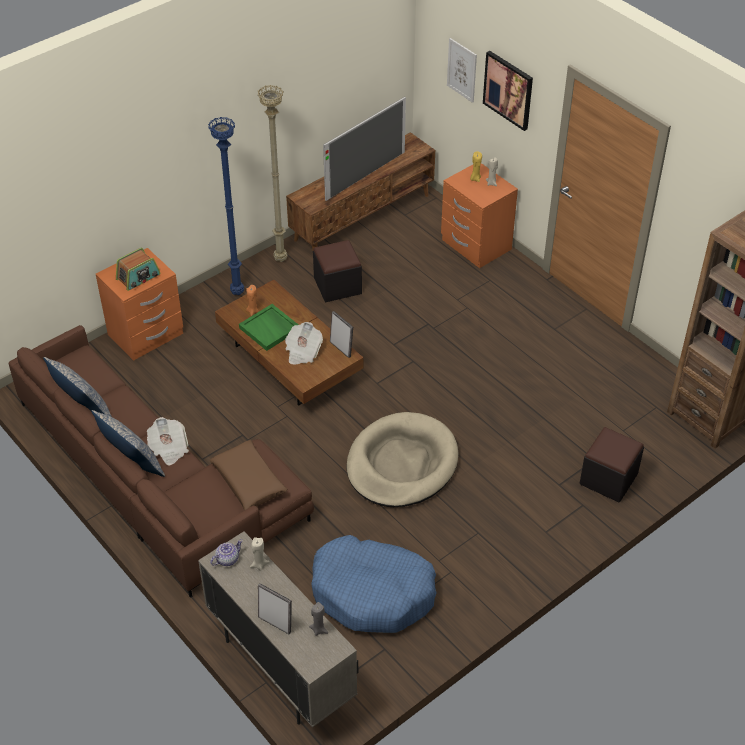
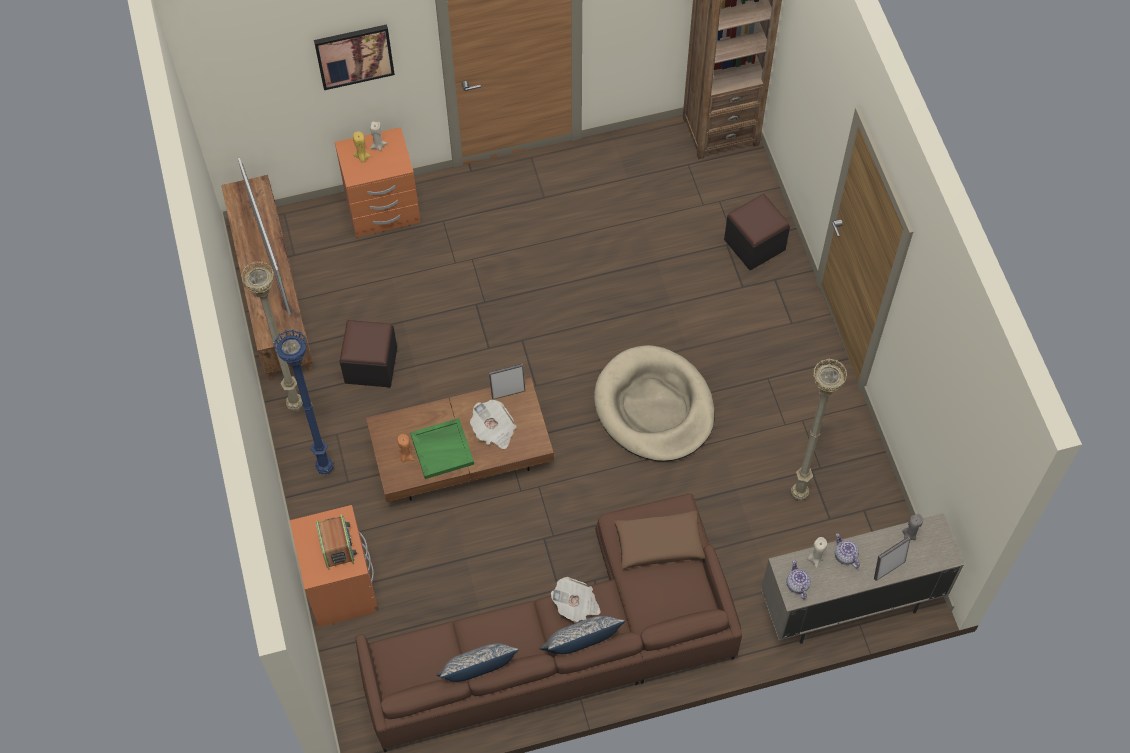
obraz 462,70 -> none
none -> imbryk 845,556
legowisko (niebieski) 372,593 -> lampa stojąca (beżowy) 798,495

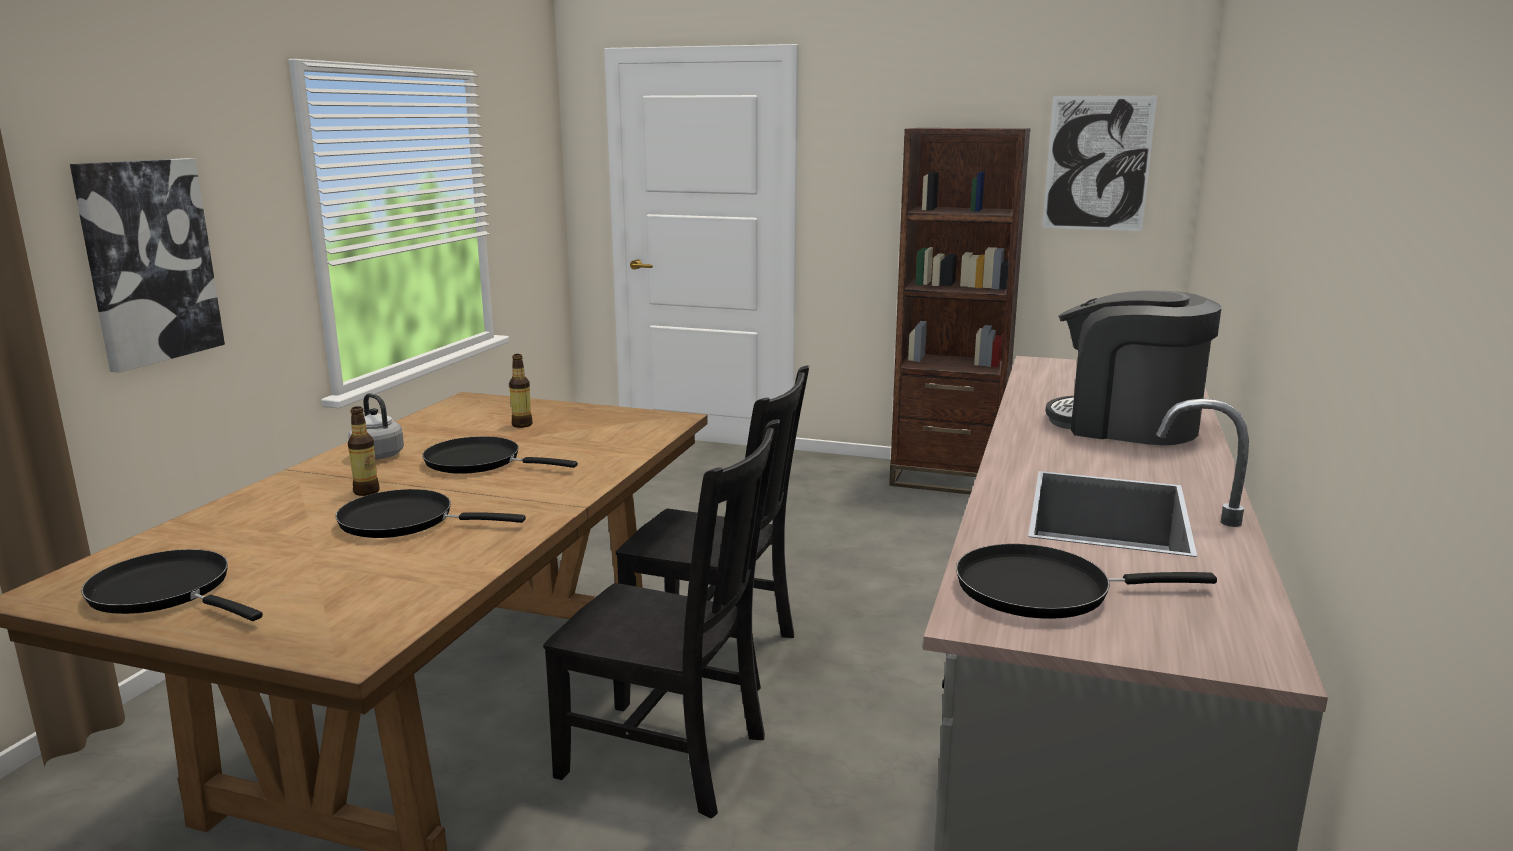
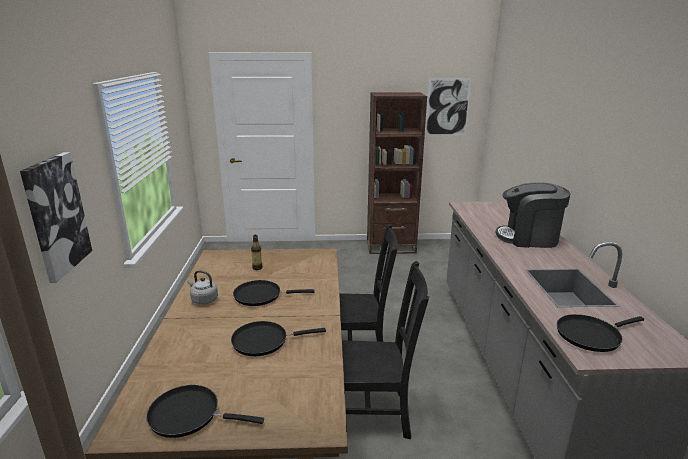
butelka 366,492 -> none

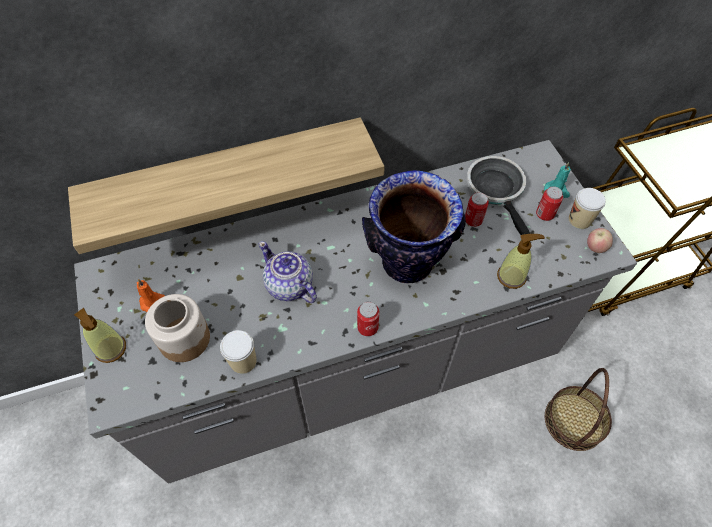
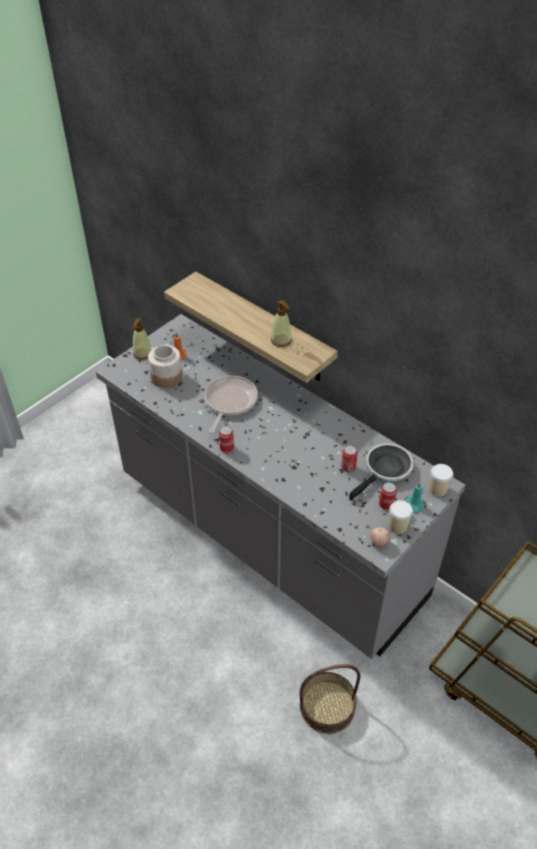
wazon 407,264 -> none
filiżanka 243,361 -> filiżanka 437,489, moved
dozownik mydła 511,276 -> dozownik mydła 281,340, moved
imbryk 289,286 -> patelnia 229,402

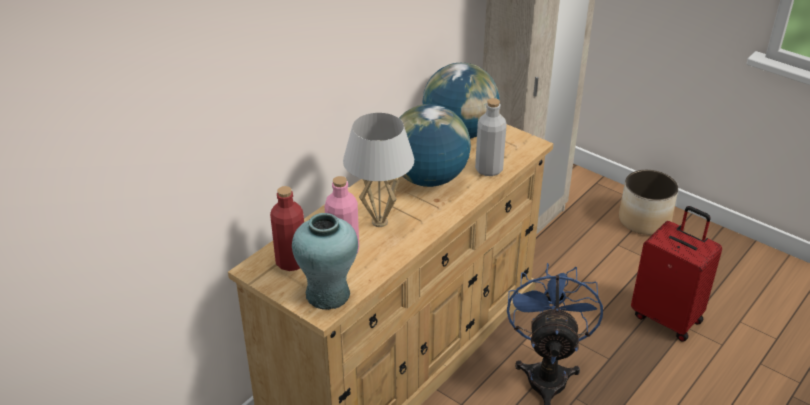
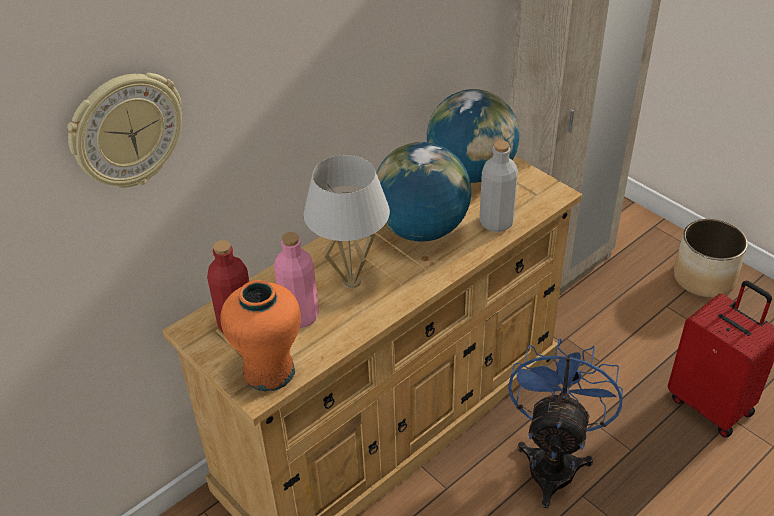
none -> zegar ścienny 126,131
wazon (turkusowy) 327,294 -> wazon (pomarańczowy) 269,370

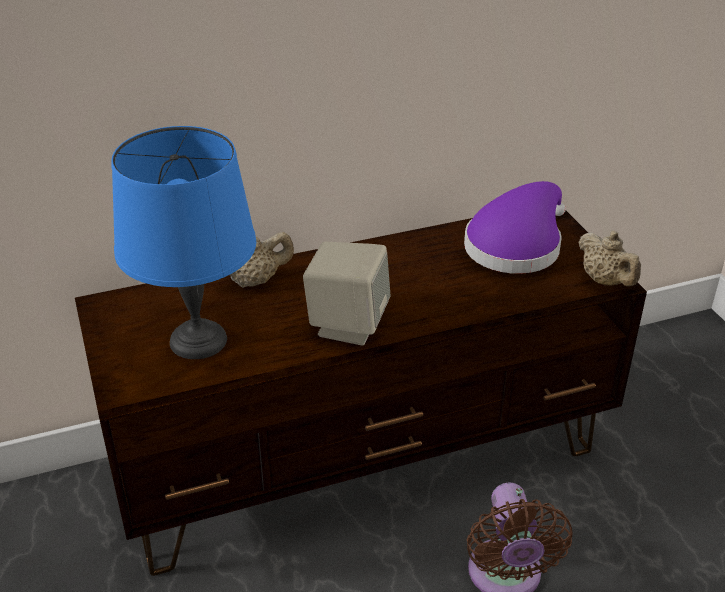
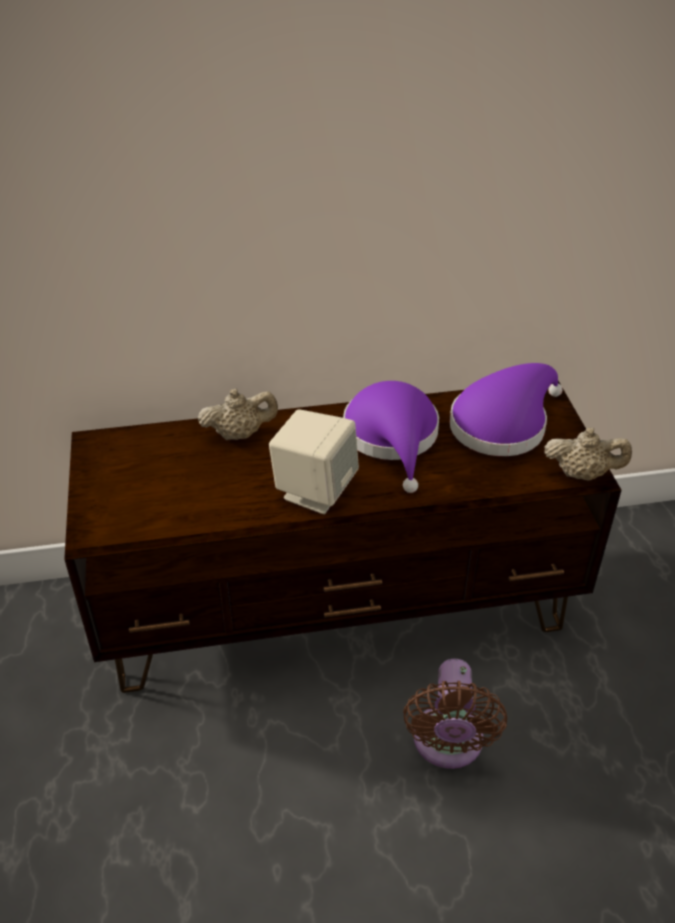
lampa stołowa (niebieski) 198,341 -> none
none -> kapelusz (fioletowy) 393,438
imbryk (beżowy) 605,281 -> imbryk (beżowy) 582,474, 60 degrees counterclockwise

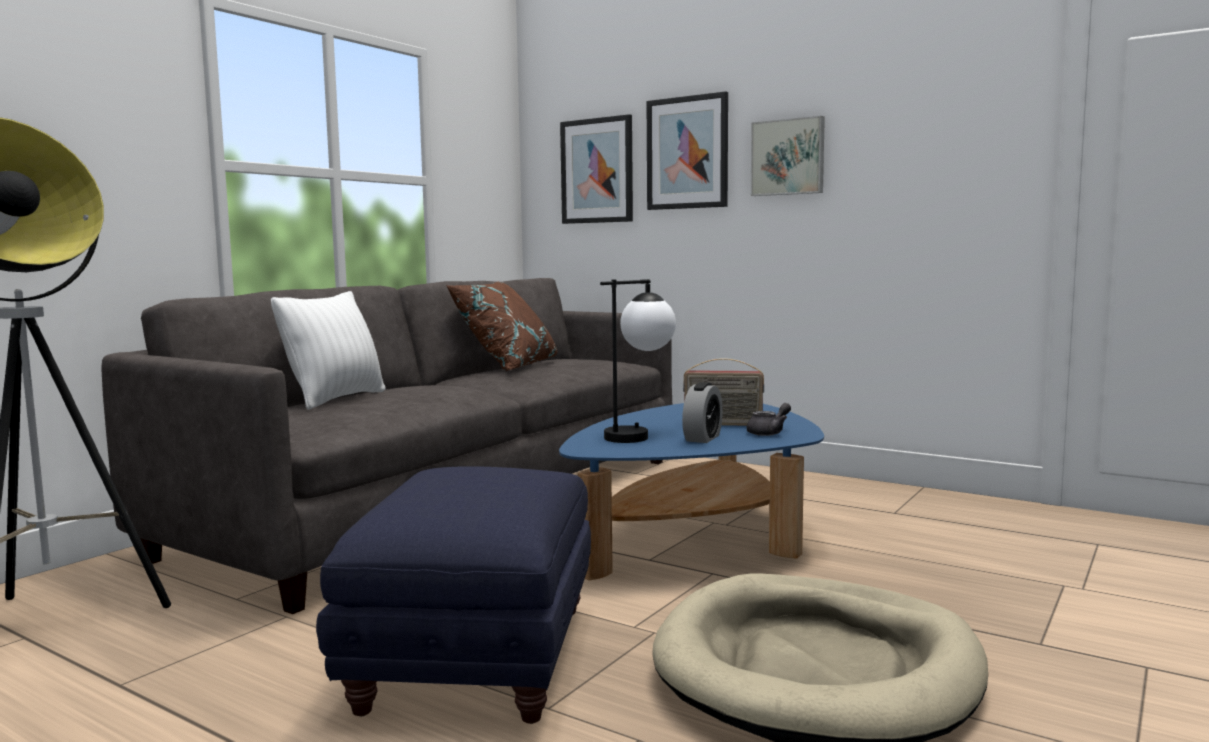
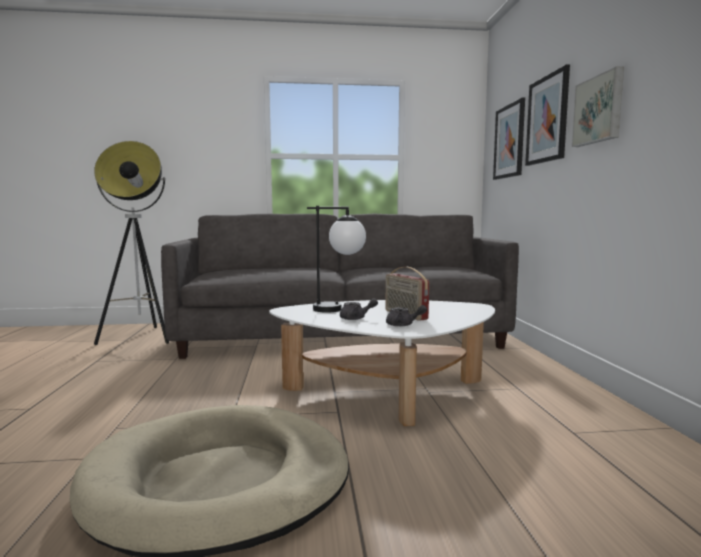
poduszka (biały) 335,399 -> none
pufa (niebieski) 477,656 -> none
poduszka (brązowy) 507,367 -> none
budzik 702,438 -> imbryk (szary) 356,318
ława (niebieski) 697,539 -> ława (biały) 388,392

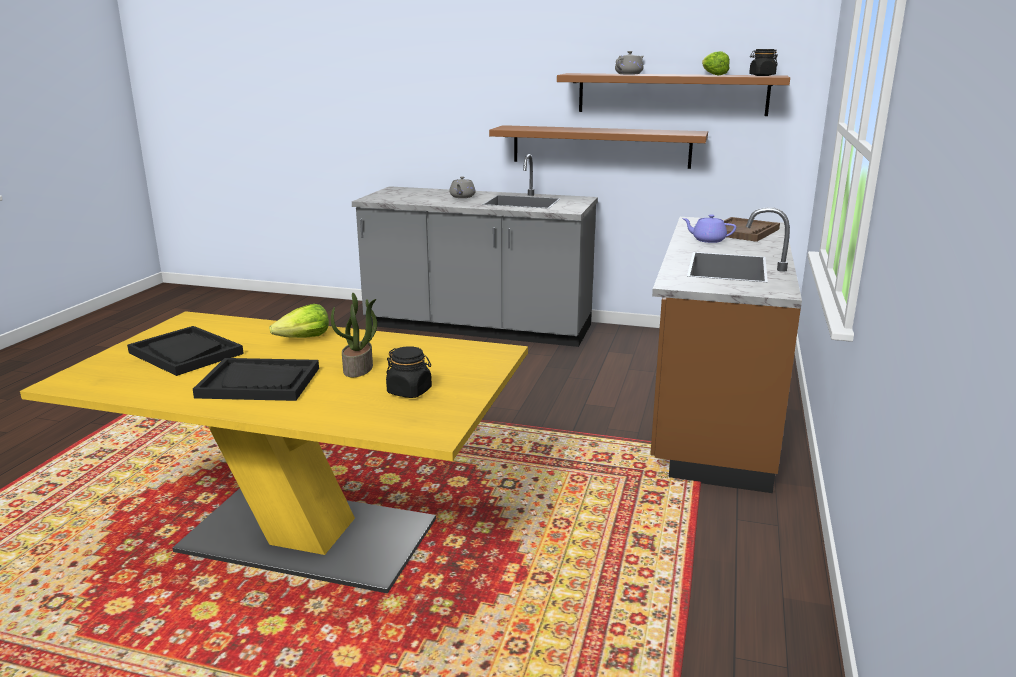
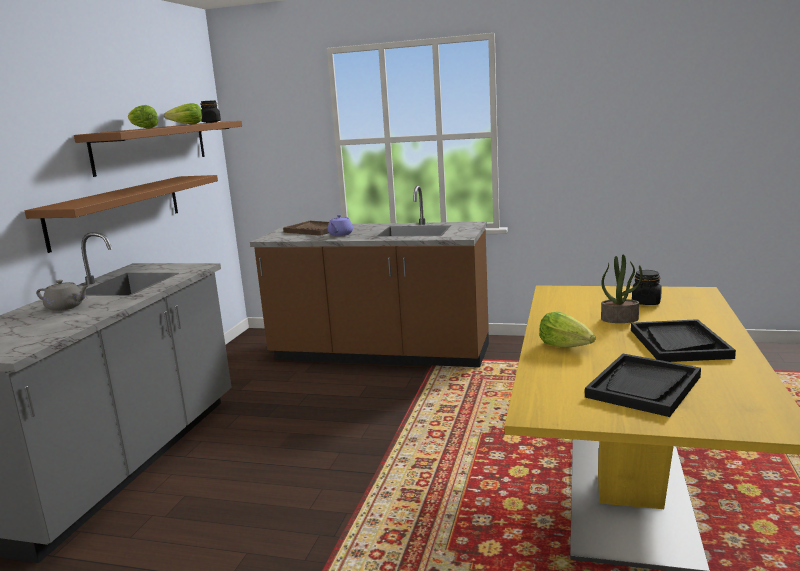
imbryk (szary) 629,74 -> sałata 142,128

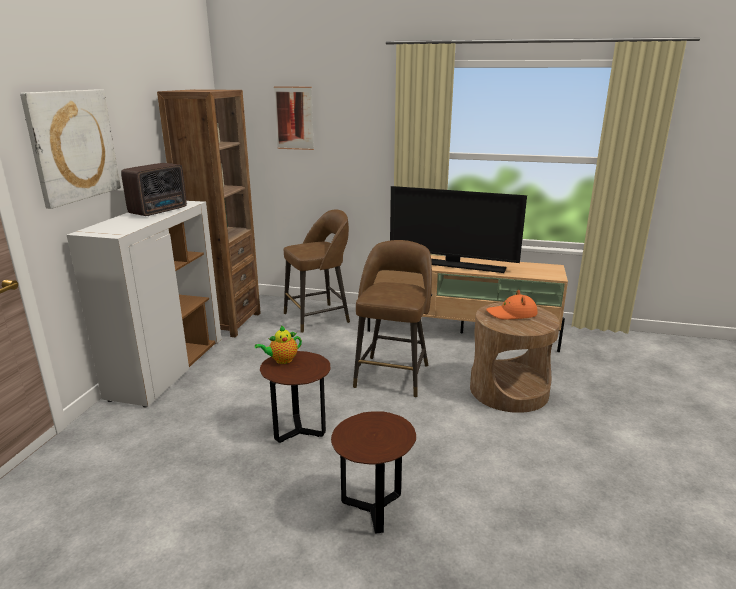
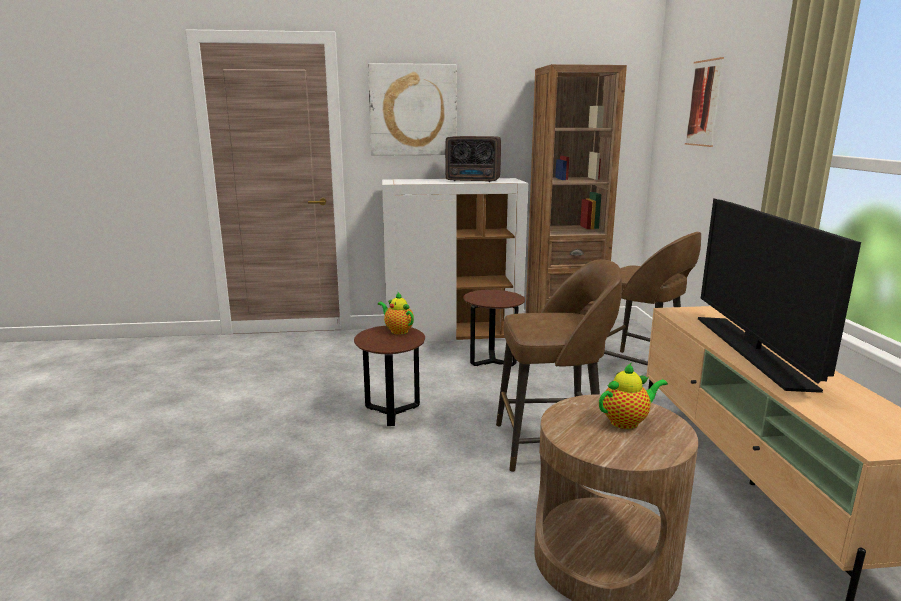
stolik (brązowy) 373,509 -> stolik (brązowy) 492,361, moved
kapelusz (pomarańczowy) 512,313 -> imbryk 627,422

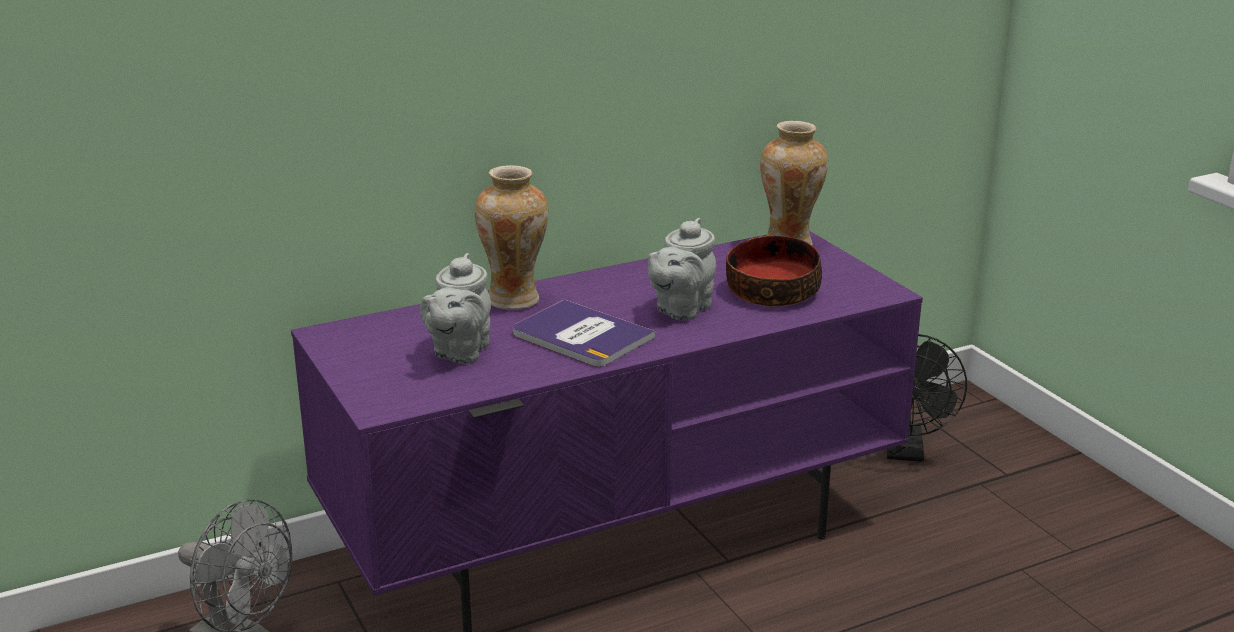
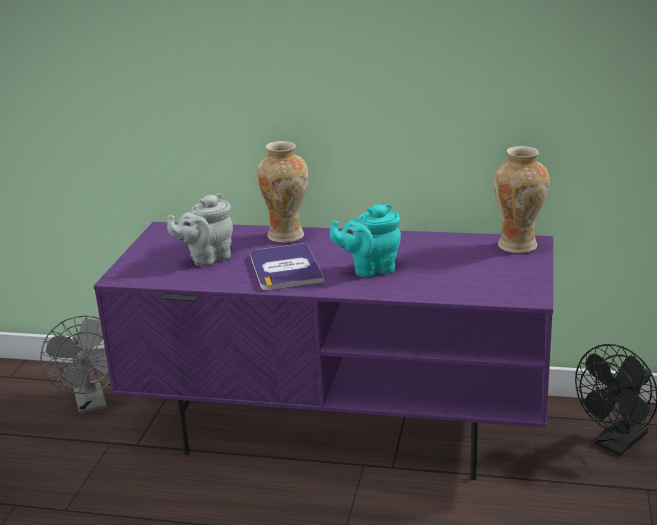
miska 771,291 -> none
imbryk (szary) 680,310 -> imbryk (turkusowy) 370,269

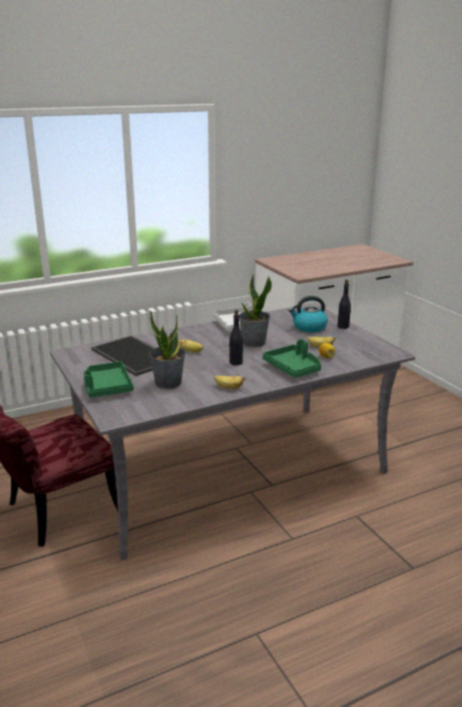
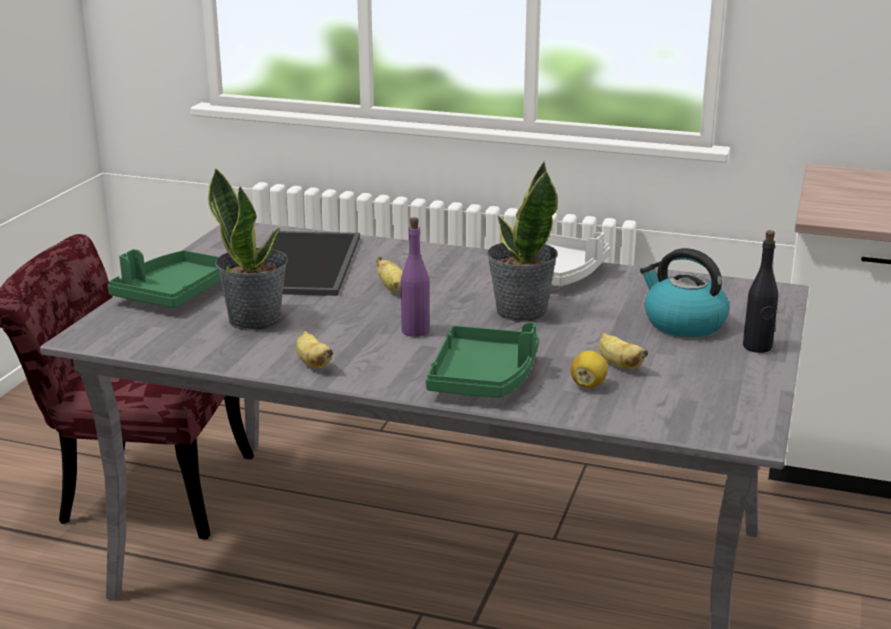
butelka (czarny) 236,362 -> butelka (fioletowy) 415,331

